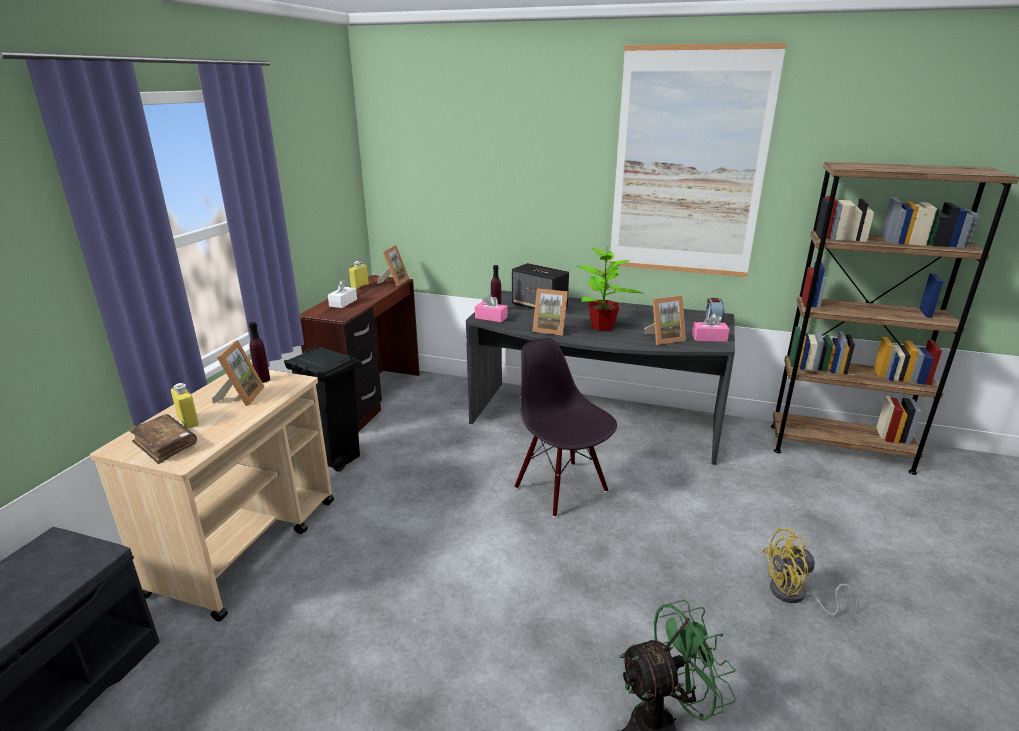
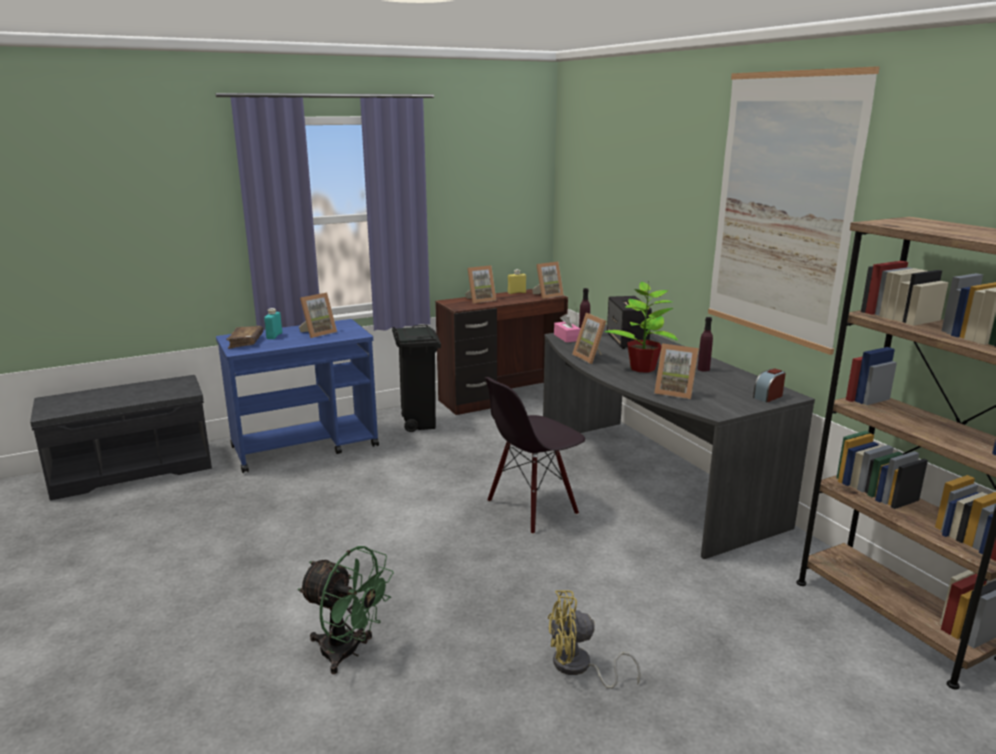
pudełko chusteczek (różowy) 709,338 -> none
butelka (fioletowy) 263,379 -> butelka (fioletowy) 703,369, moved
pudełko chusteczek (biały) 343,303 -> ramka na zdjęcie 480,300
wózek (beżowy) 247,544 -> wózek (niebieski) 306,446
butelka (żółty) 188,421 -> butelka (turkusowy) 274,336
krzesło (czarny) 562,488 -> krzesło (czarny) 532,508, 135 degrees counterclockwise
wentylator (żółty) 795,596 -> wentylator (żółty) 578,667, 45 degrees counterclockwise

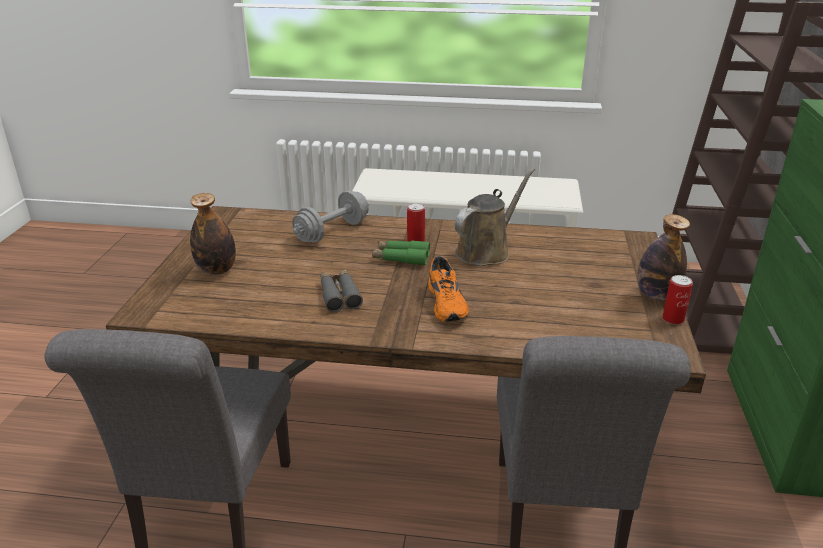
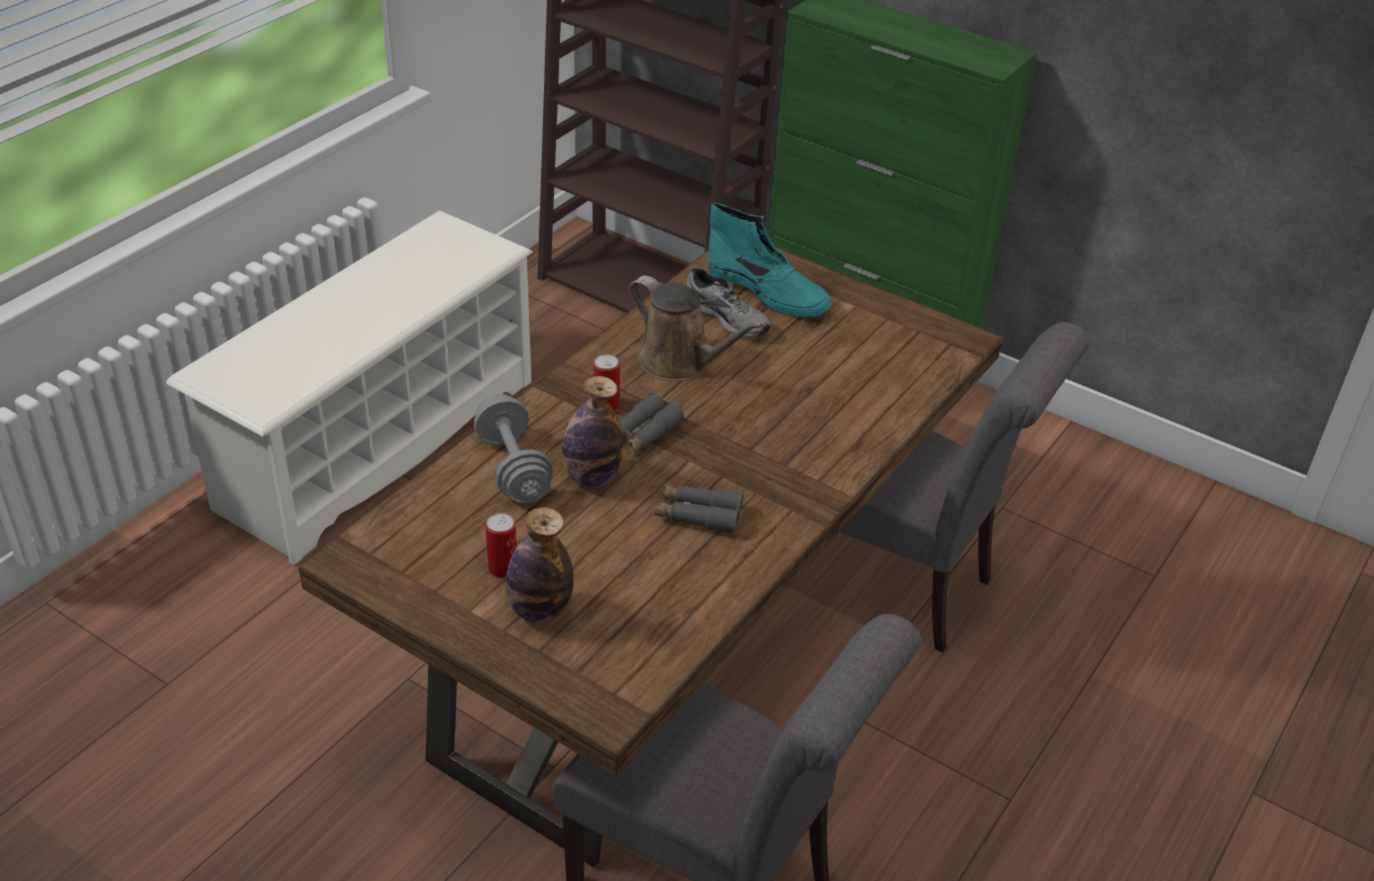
but (pomarańczowy) 448,303 -> none
none -> but (szary) 728,317
none -> but z cholewką (turkusowy) 768,293
butelka 656,295 -> butelka 591,477, moved
puszka 673,319 -> puszka 503,568, moved
lornetka (zielony) 401,258 -> lornetka (szary) 642,434
konewka (brązowy) 486,251 -> konewka (brązowy) 680,362, 150 degrees clockwise

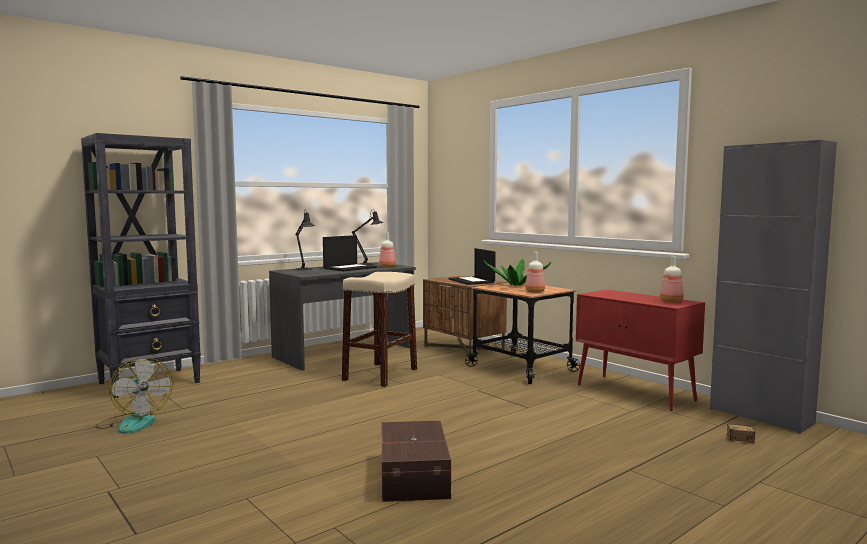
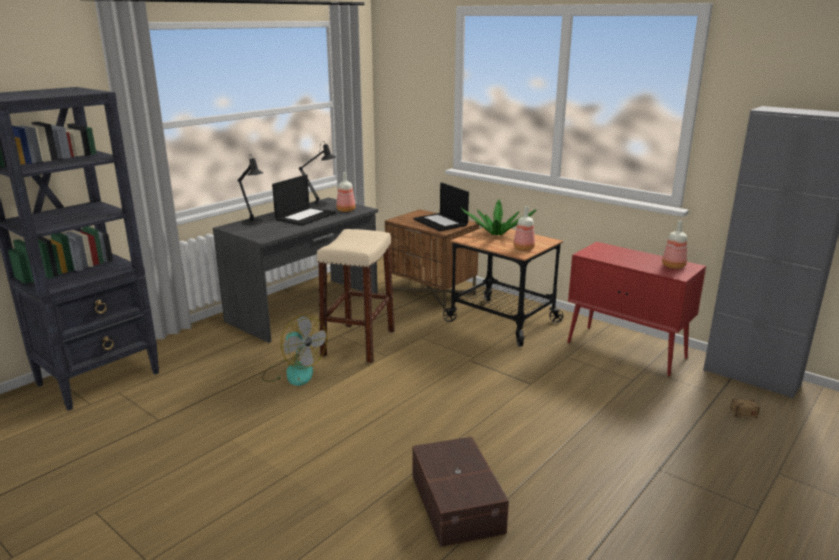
wentylator 134,422 -> wentylator 294,372, moved

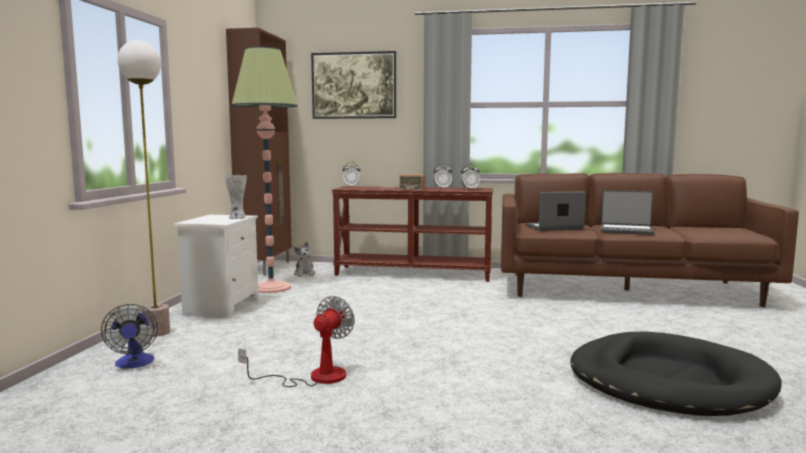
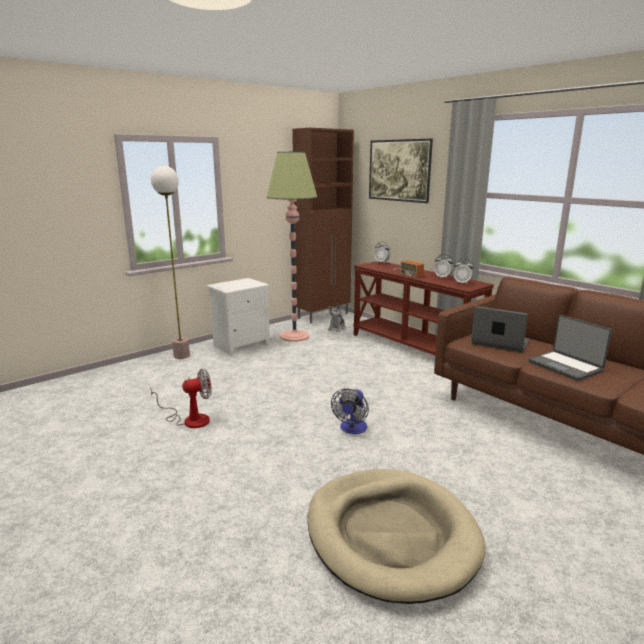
wazon 237,218 -> none
wentylator 134,364 -> wentylator 352,429, moved
legowisko (czarny) 668,381 -> legowisko (beżowy) 390,535

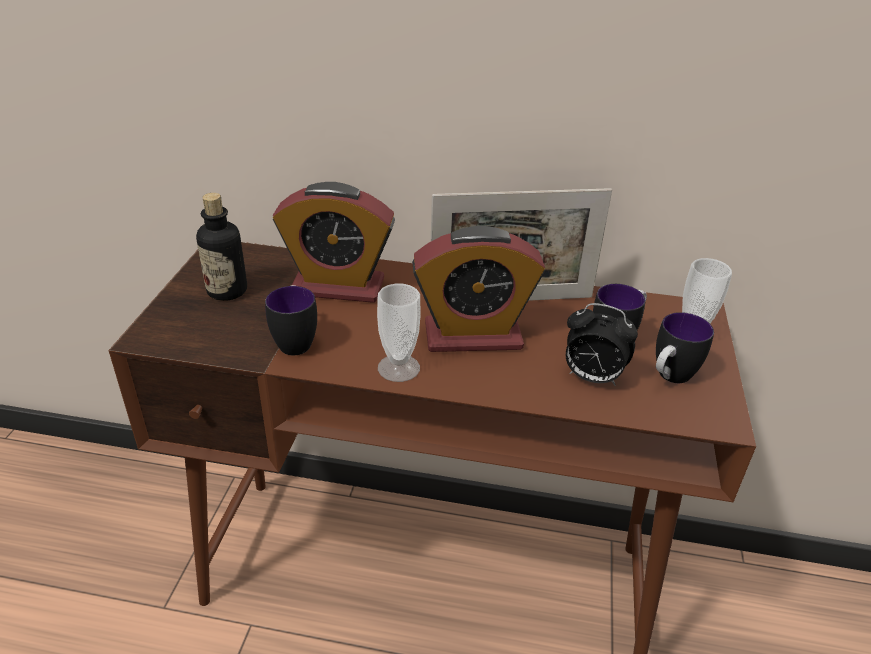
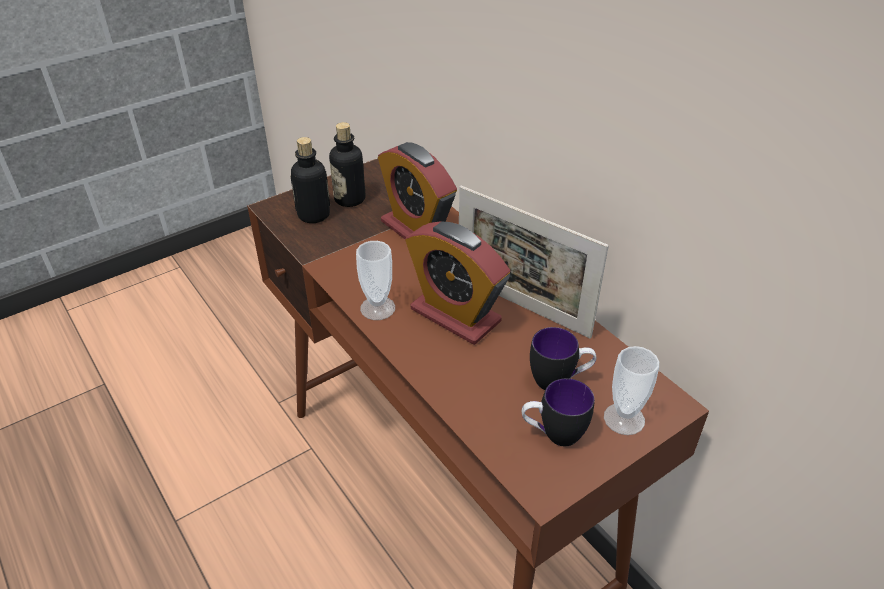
kubek 295,340 -> none
budzik 591,378 -> none
none -> butelka 314,215

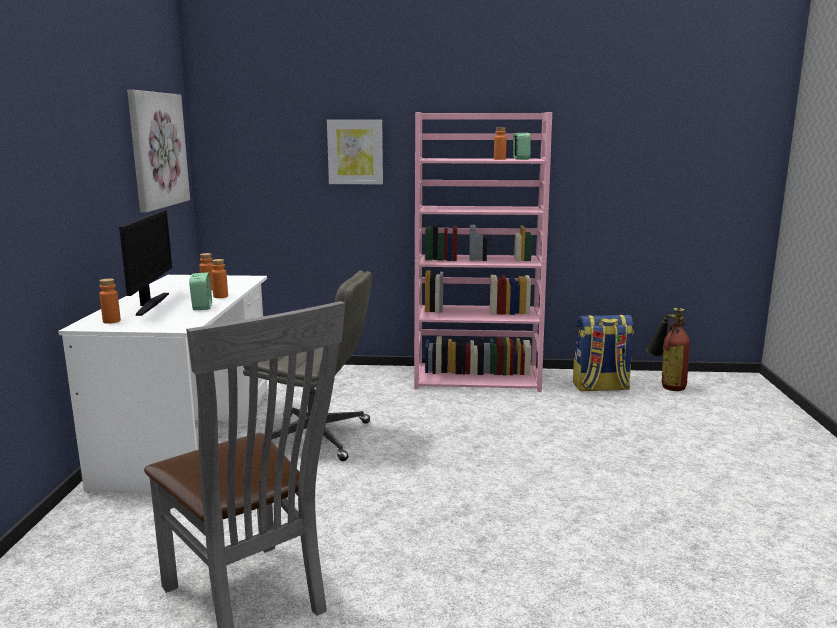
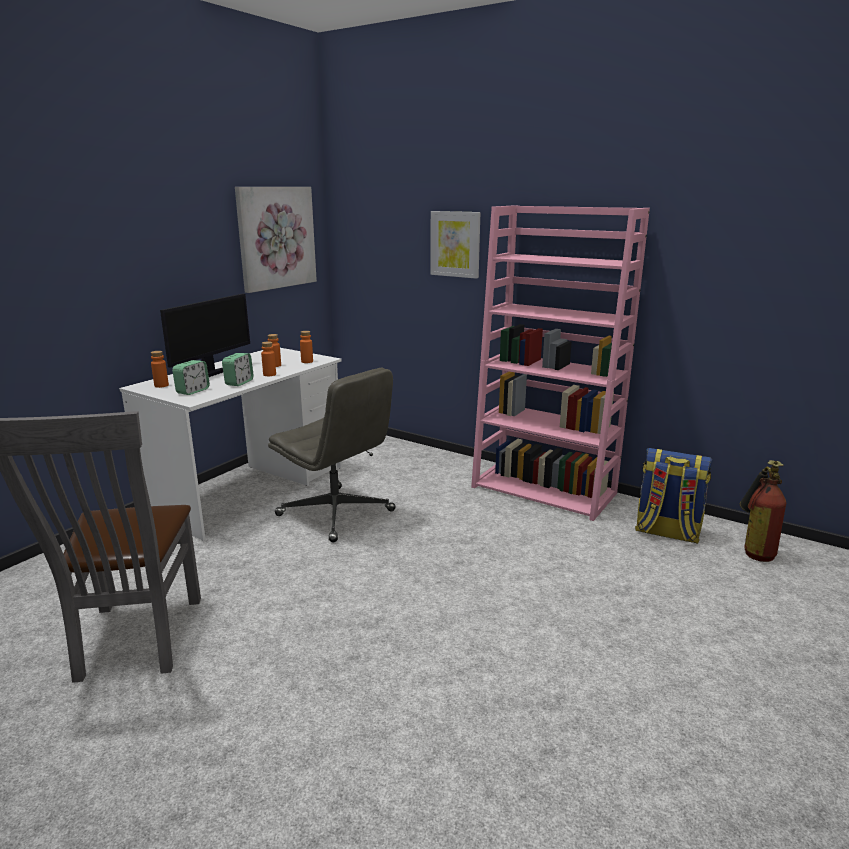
butelka (pomarańczowy) 499,159 -> butelka (pomarańczowy) 307,361, moved
budzik 521,159 -> budzik 193,391, moved

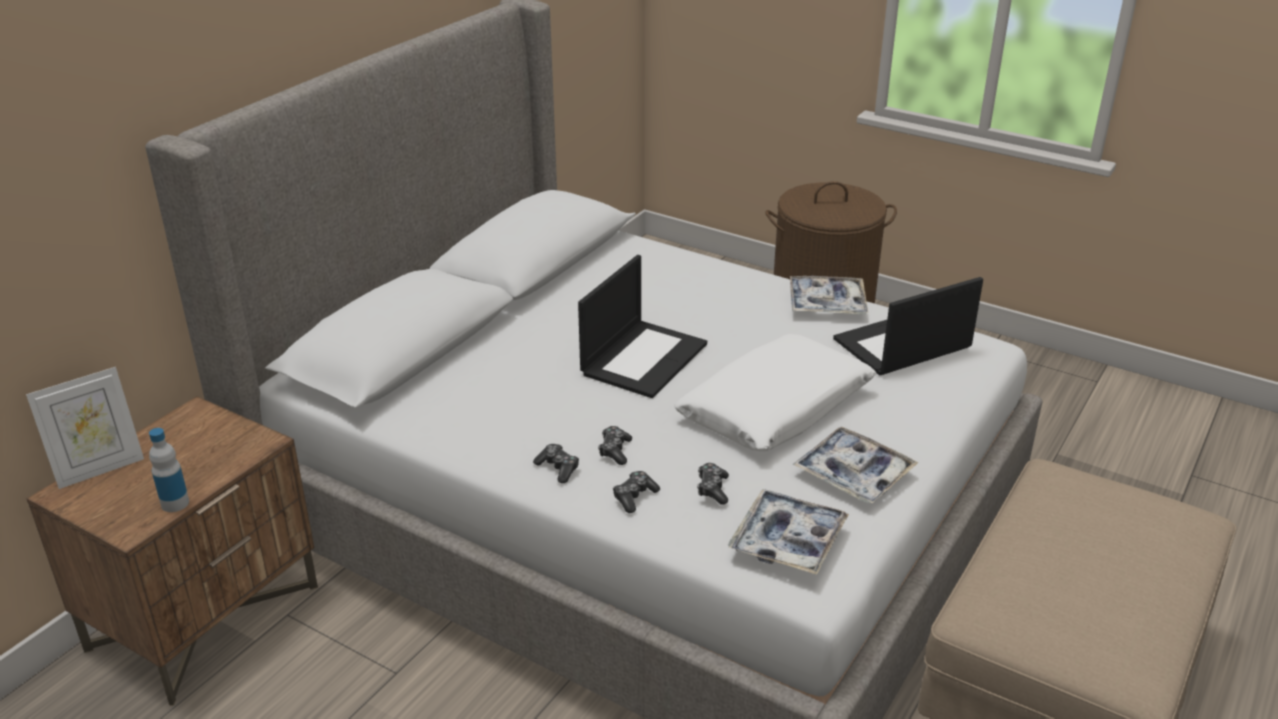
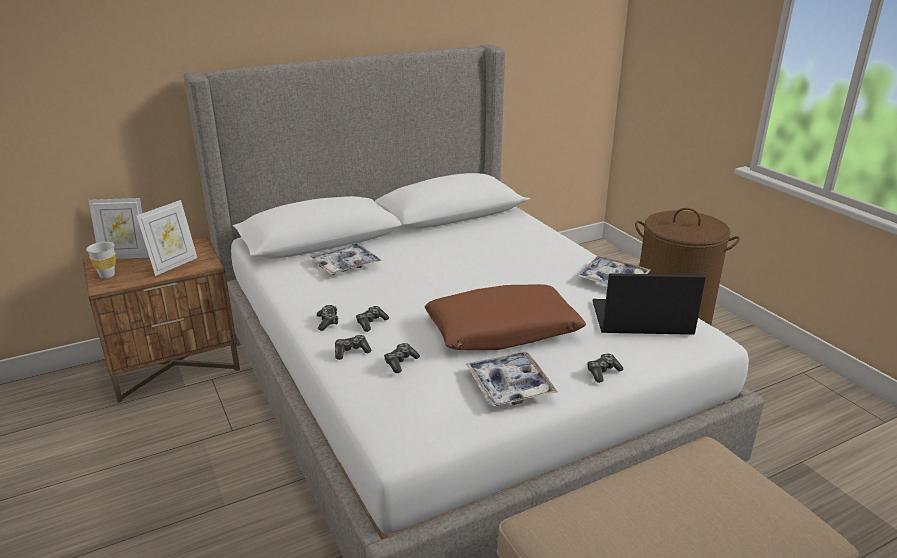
butelka 175,503 -> none
laptop 644,358 -> none
none -> filiżanka (biały) 107,275
none -> ramka na zdjęcie 173,265
none -> pad do gier 603,372
taca 787,540 -> taca 345,265, moved
poduszka (biały) 775,409 -> poduszka (brązowy) 502,331

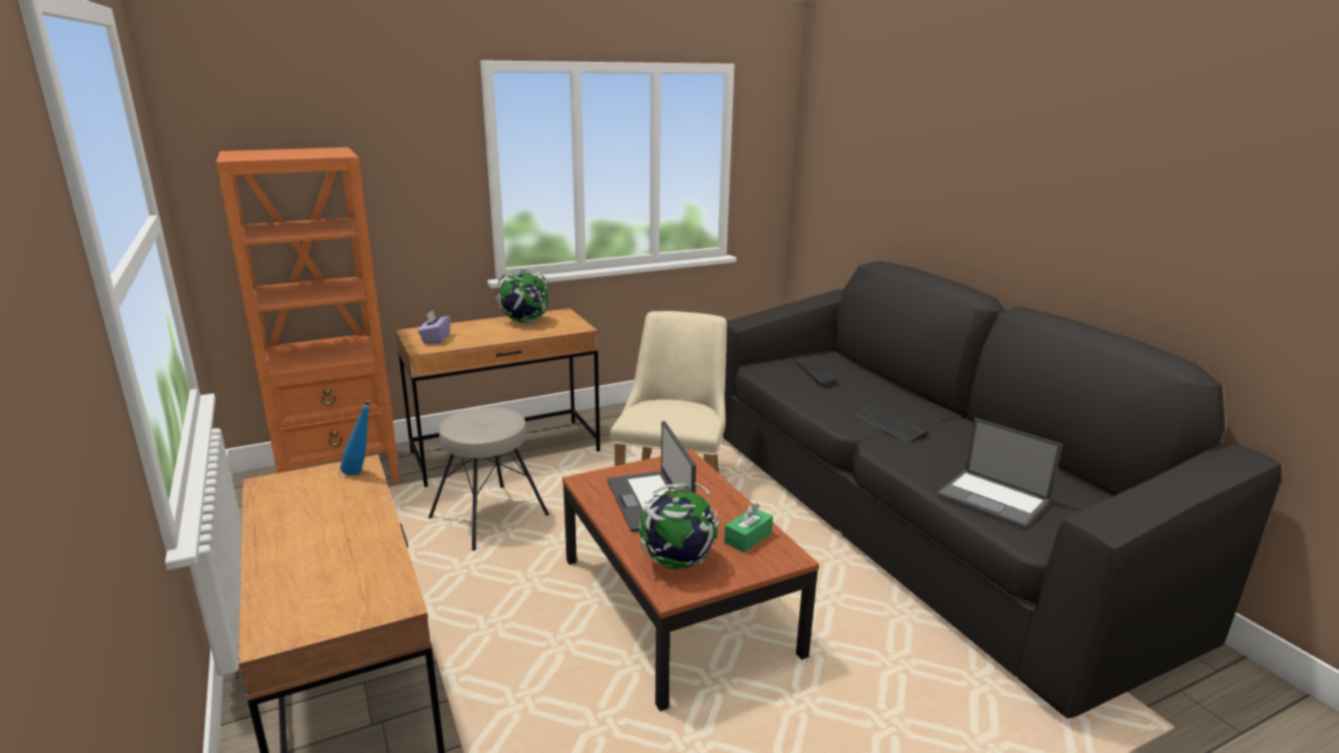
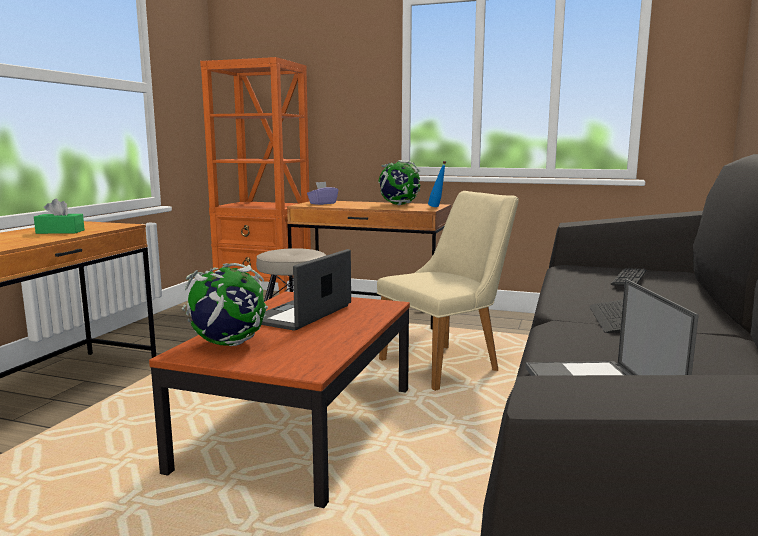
butelka (niebieski) 361,473 -> butelka (niebieski) 437,207, moved
pudełko chusteczek (zielony) 748,538 -> pudełko chusteczek (zielony) 60,232, moved

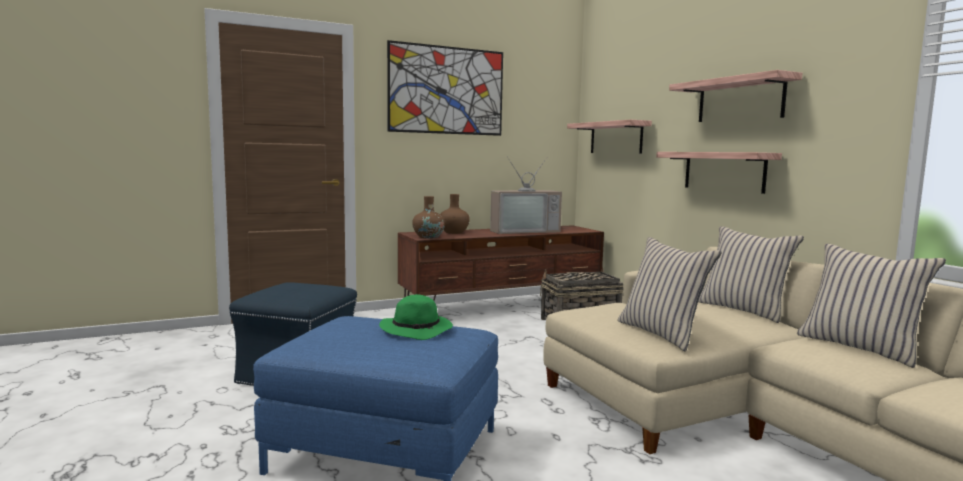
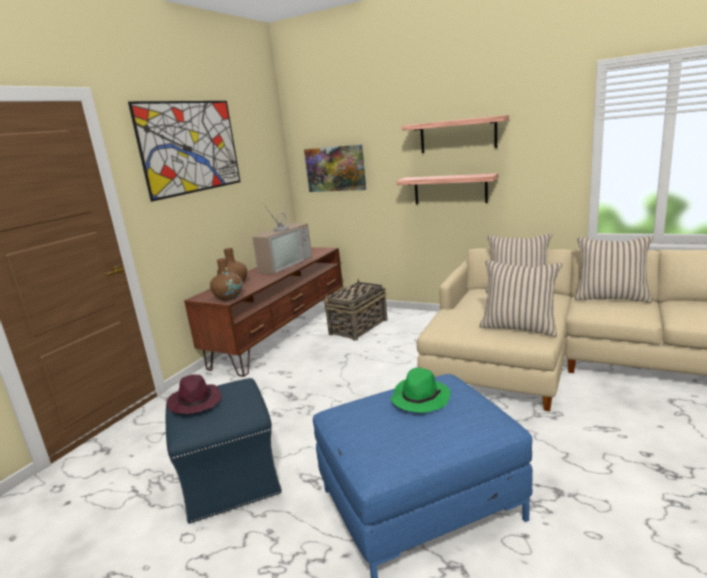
none -> kapelusz (fioletowy) 195,402
półka 616,138 -> obraz 335,168

